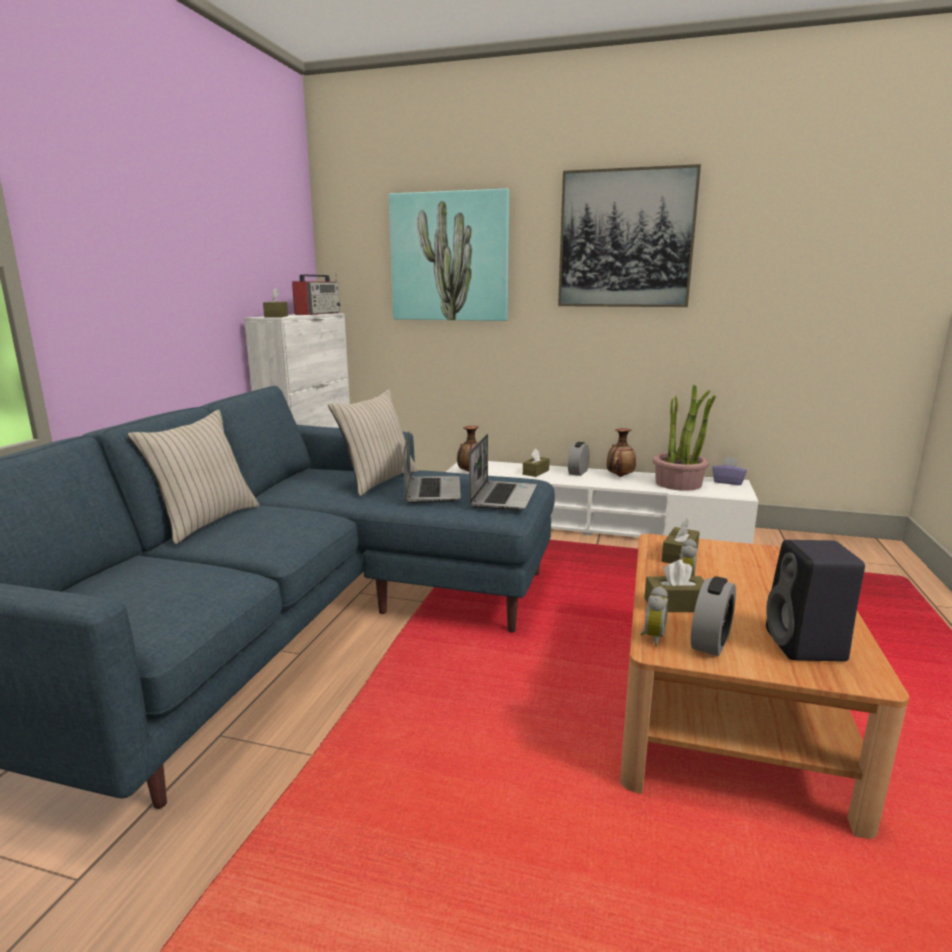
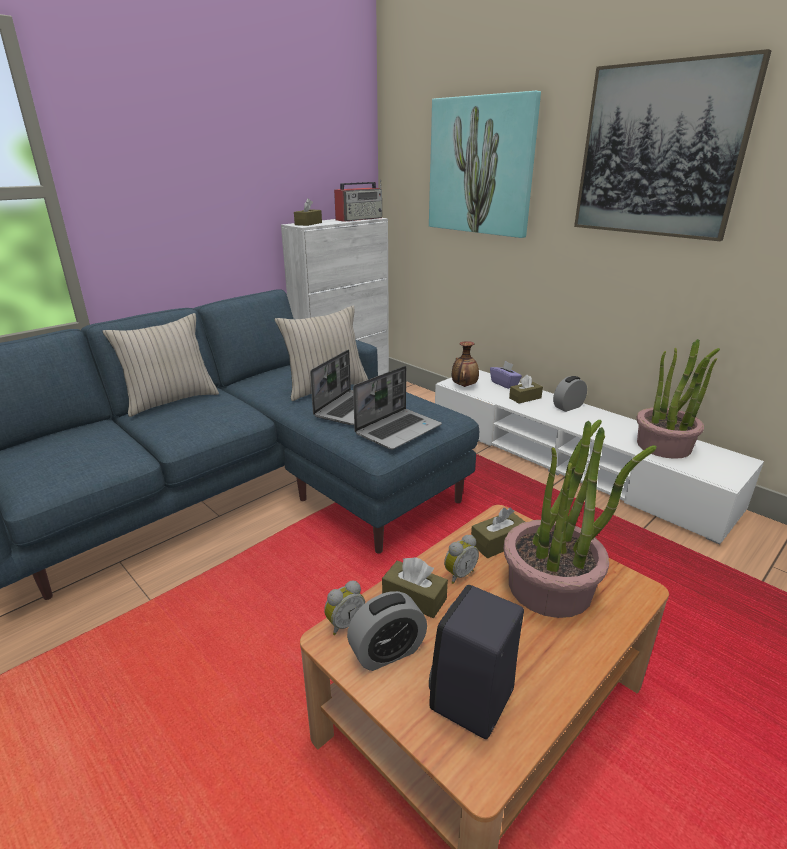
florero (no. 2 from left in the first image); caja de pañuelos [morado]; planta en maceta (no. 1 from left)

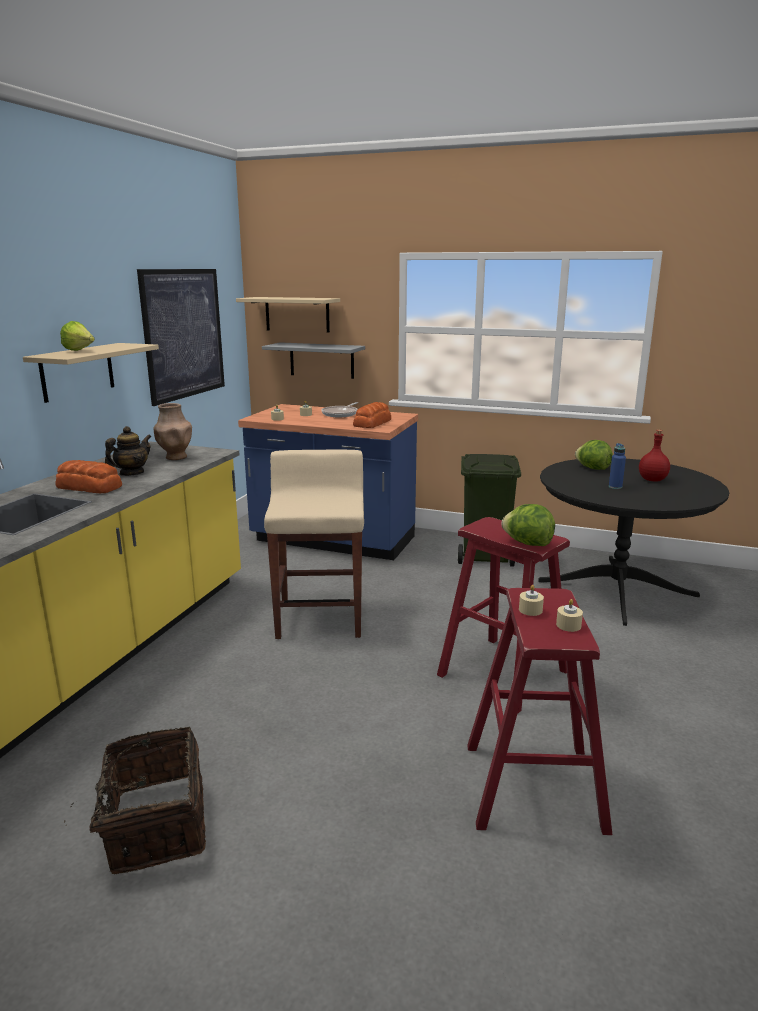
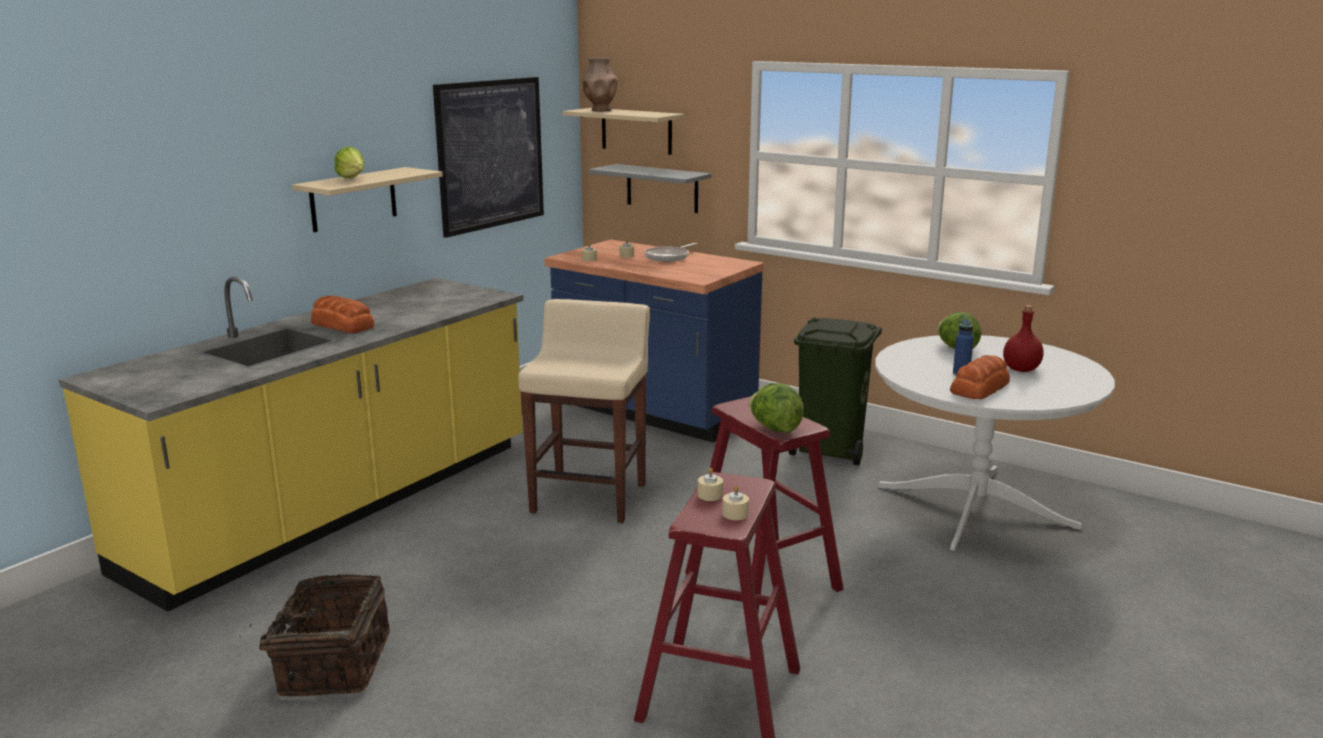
tetera; florero [marrón]; pan (no. 2 from left); mesa de comedor [blanco]

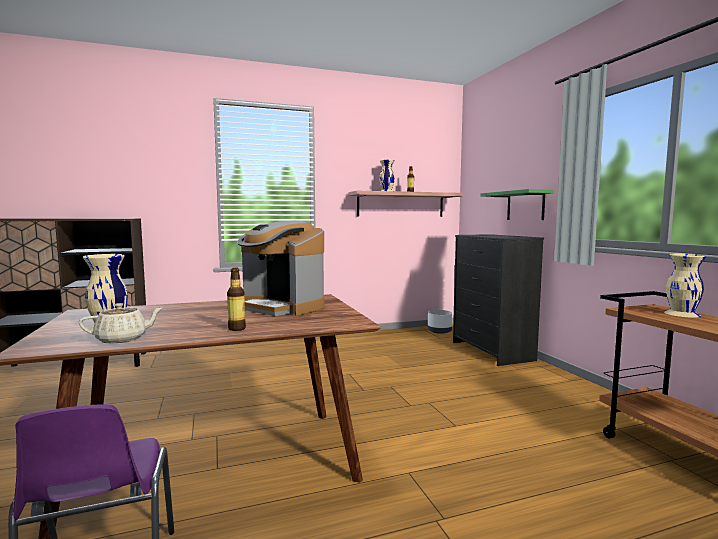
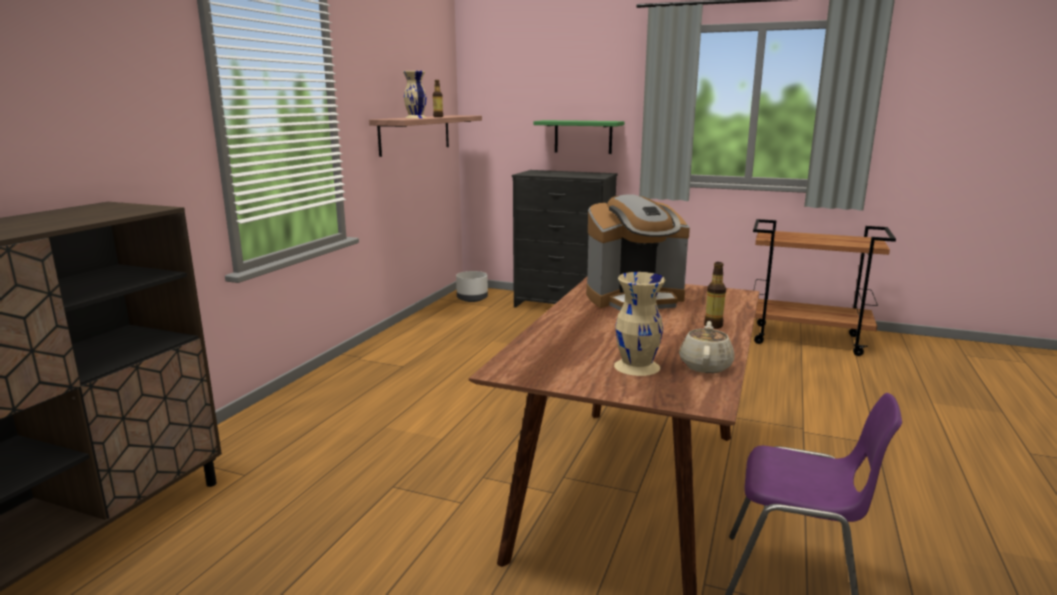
florero [beis] (no. 3 from left in the first image)

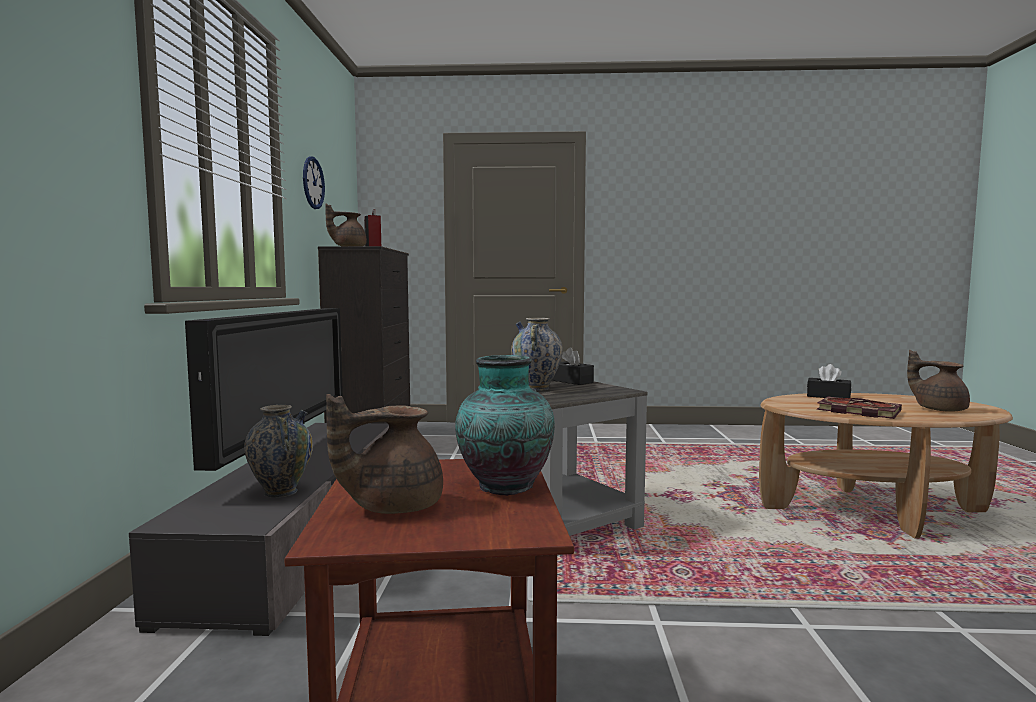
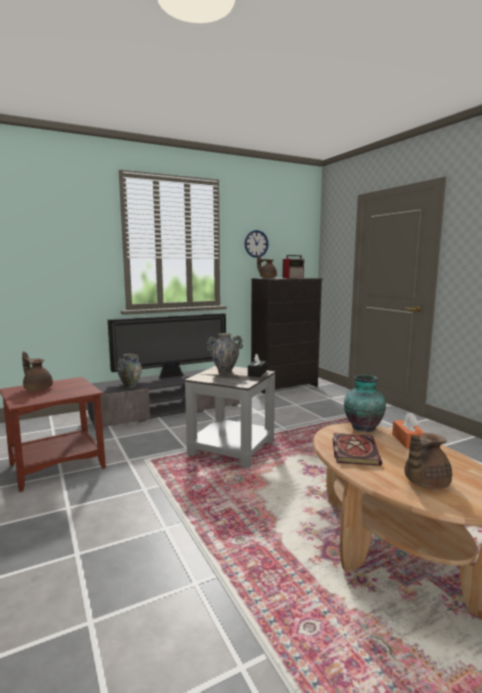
florero (no. 3 from left); caja de pañuelos [naranja]; tetera [marrón] (no. 3 from left)

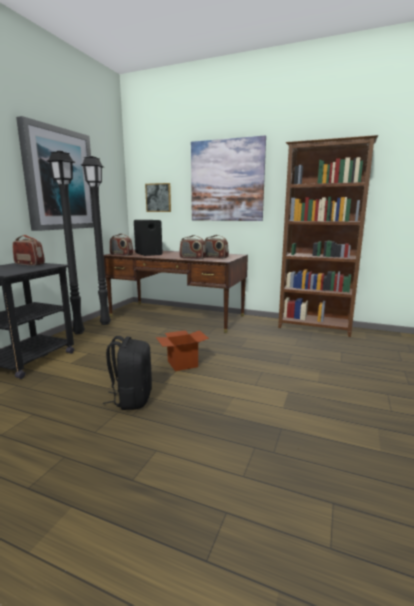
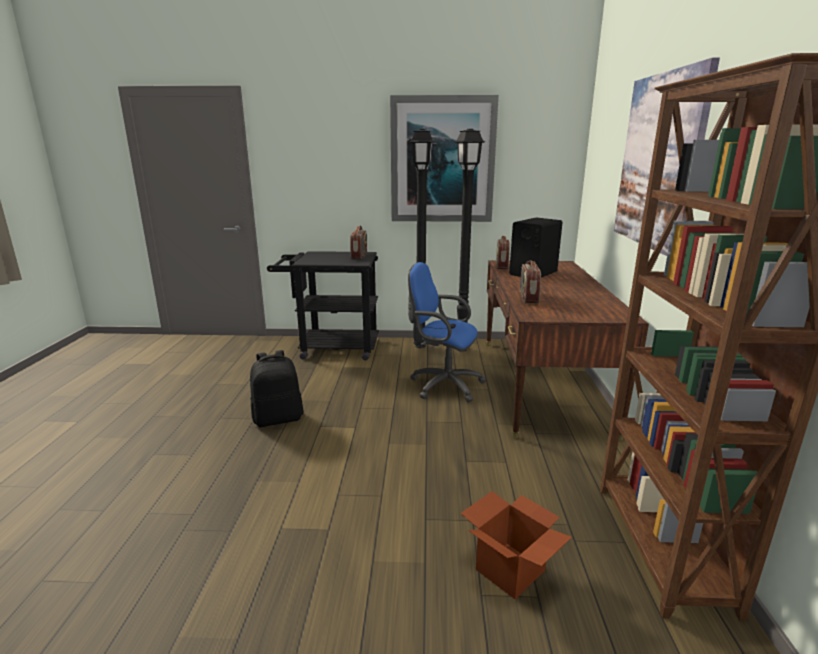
cuadro (no. 2 from left in the first image); caja de cartón; radio (no. 4 from left in the first image); silla de oficina [azul]

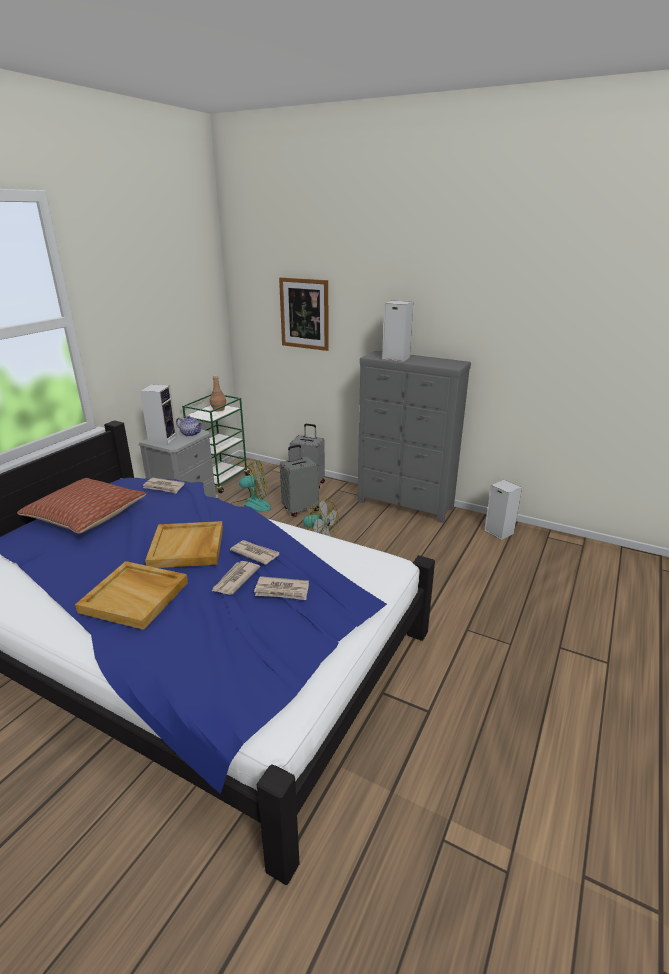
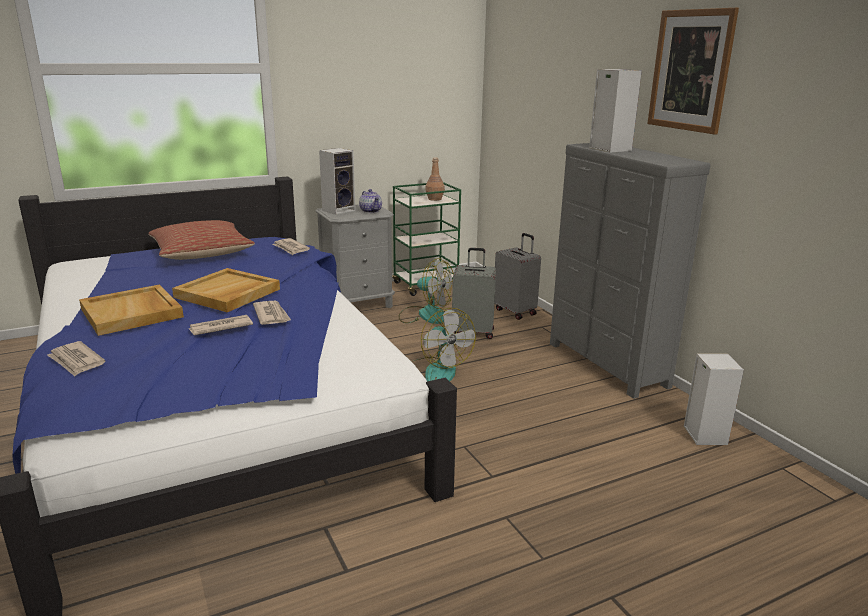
periódico (no. 1 from left); cuadro

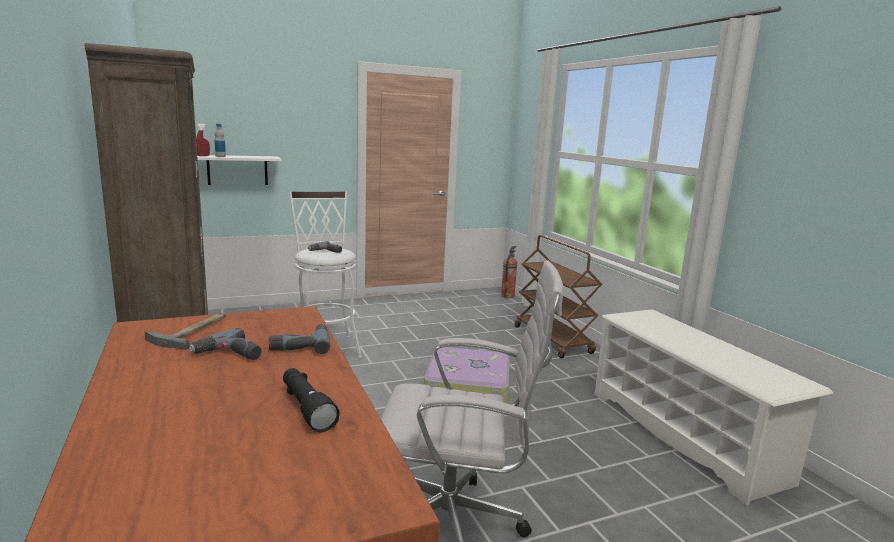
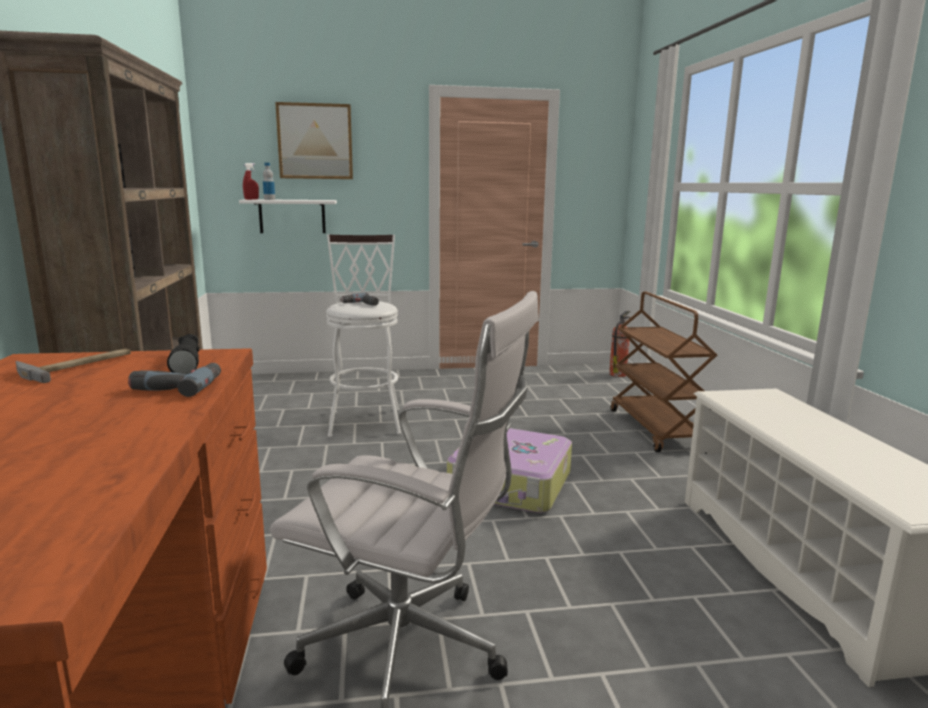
taladro (no. 1 from left in the first image); linterna [negro]; cuadro

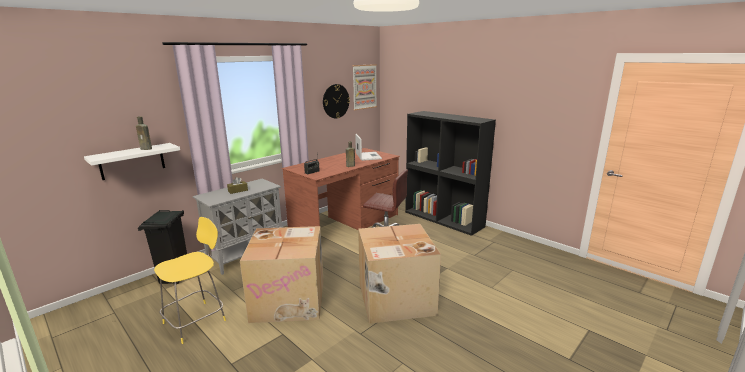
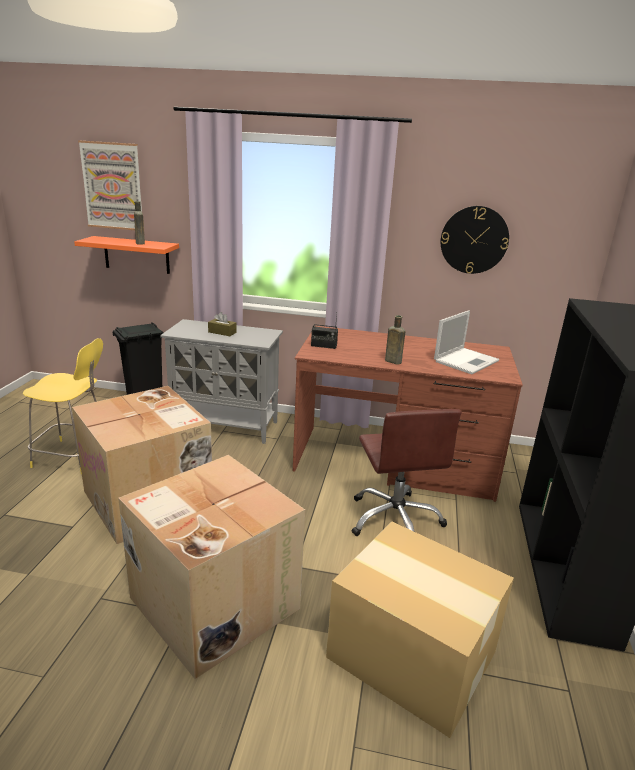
estante [naranja]; cuadro; caja de cartón (no. 3 from left)

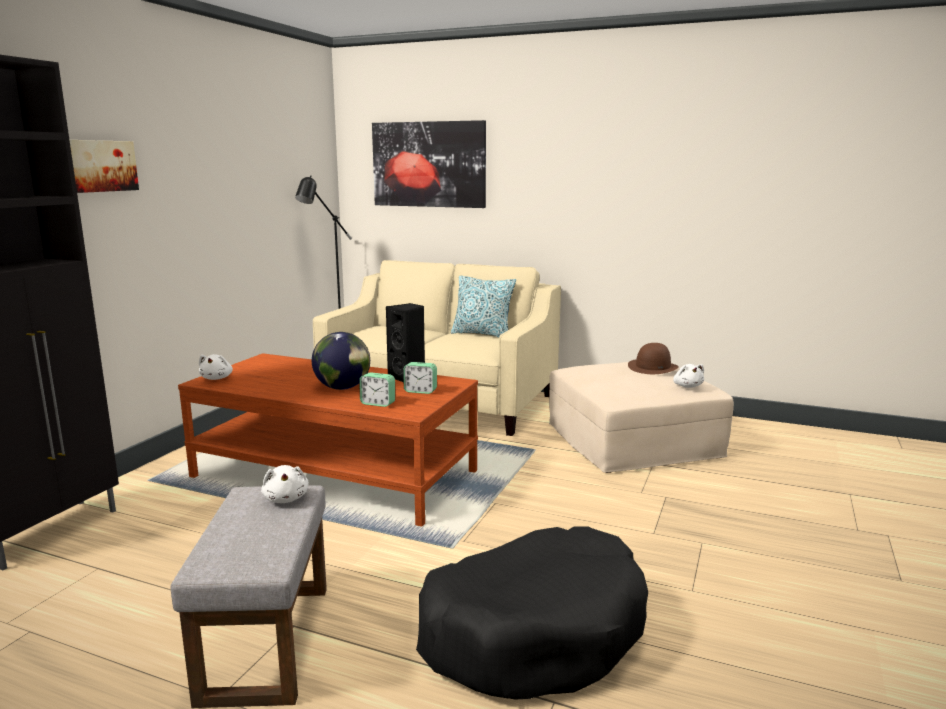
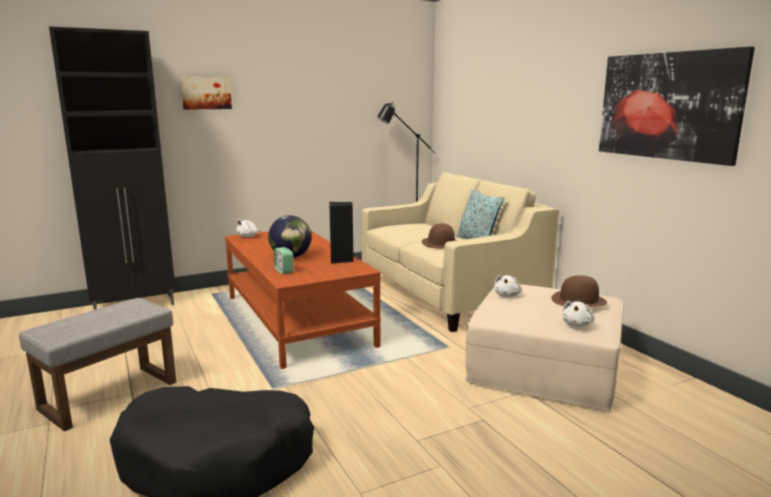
peluche [blanco] (no. 2 from left); cuadro (no. 2 from left); despertador (no. 2 from left in the first image); sombrero [marrón] (no. 1 from left)

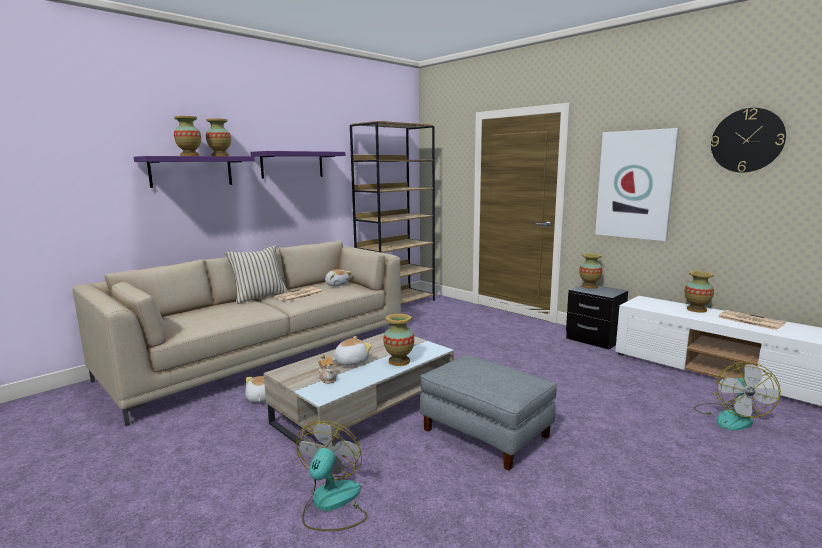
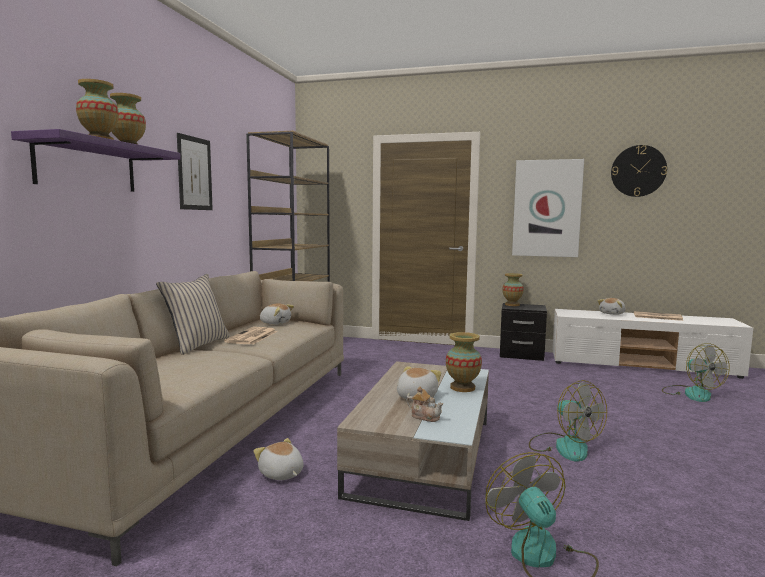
cuadro (no. 1 from left); ventilador (no. 2 from left); peluche (no. 4 from left)

